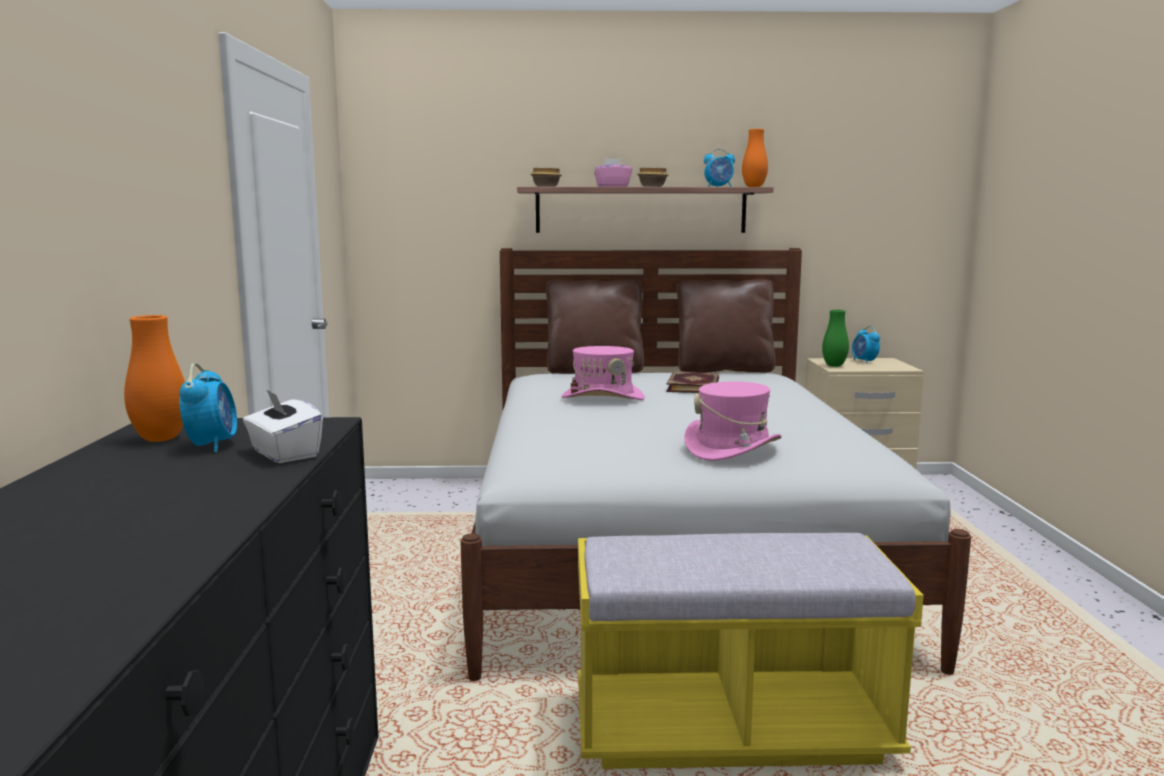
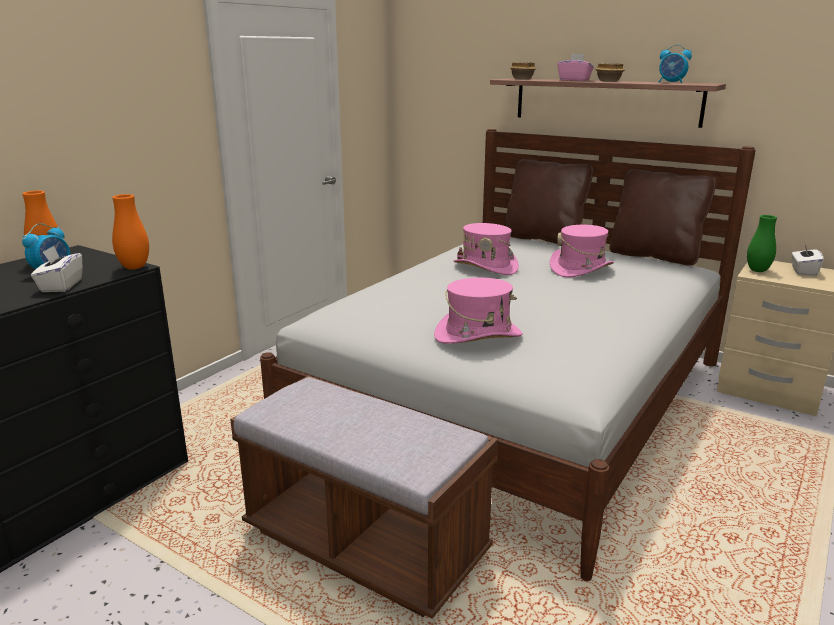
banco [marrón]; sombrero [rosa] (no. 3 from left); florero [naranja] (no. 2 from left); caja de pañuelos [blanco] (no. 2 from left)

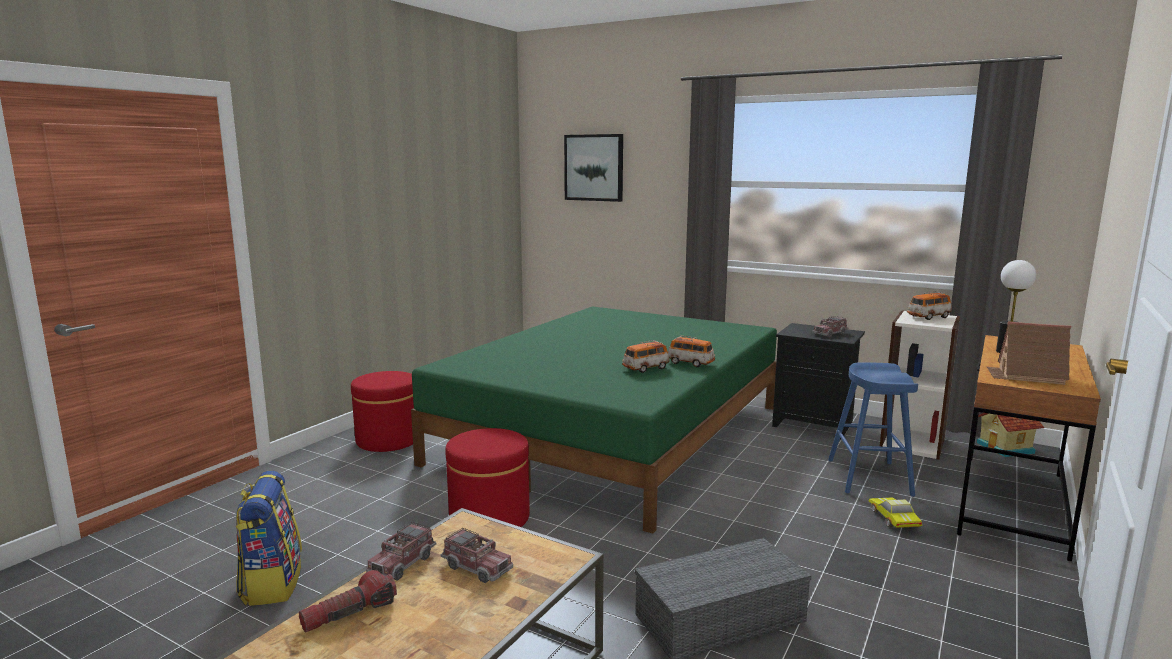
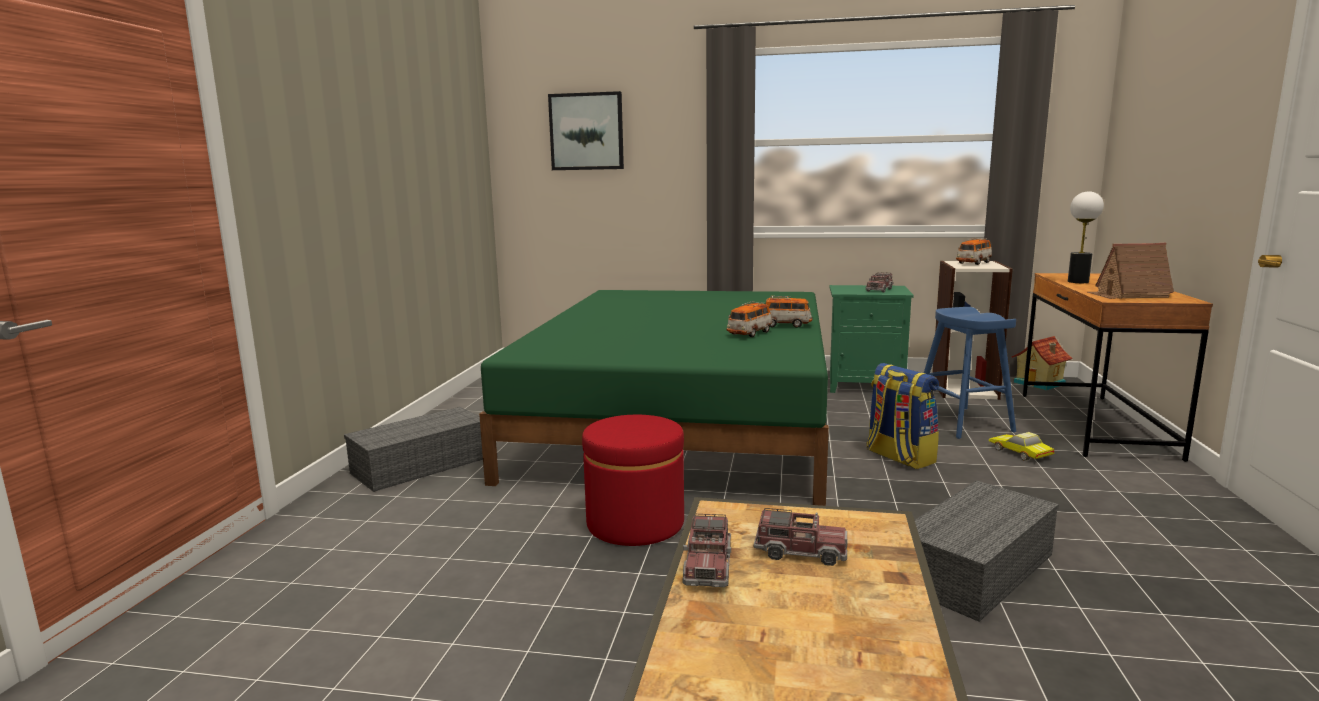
mochila; linterna; caja de almacenaje [gris] (no. 1 from left); mesita de noche [verde]

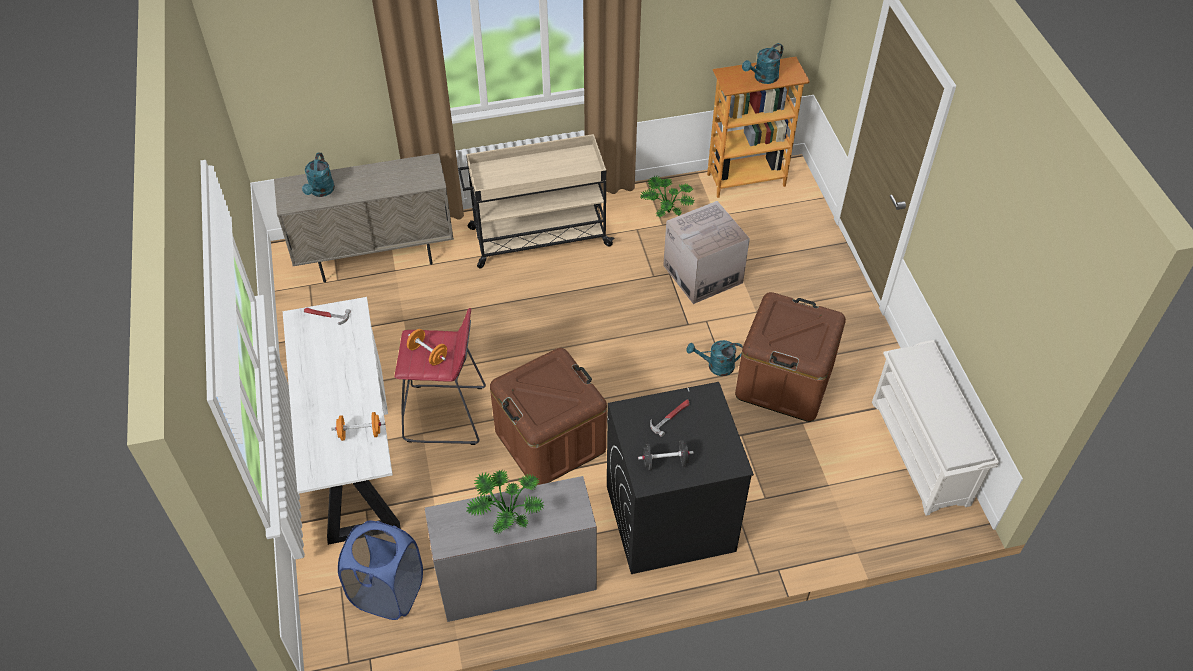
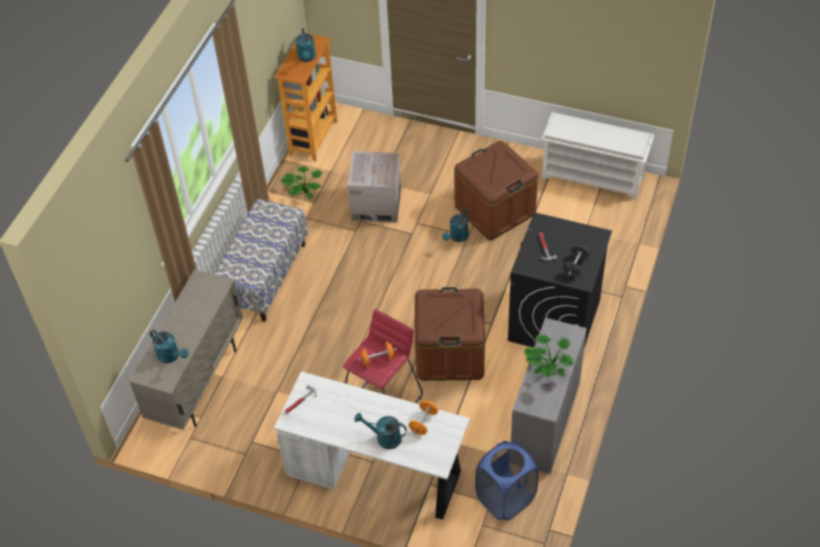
banco; regadera [turquesa] (no. 3 from left)

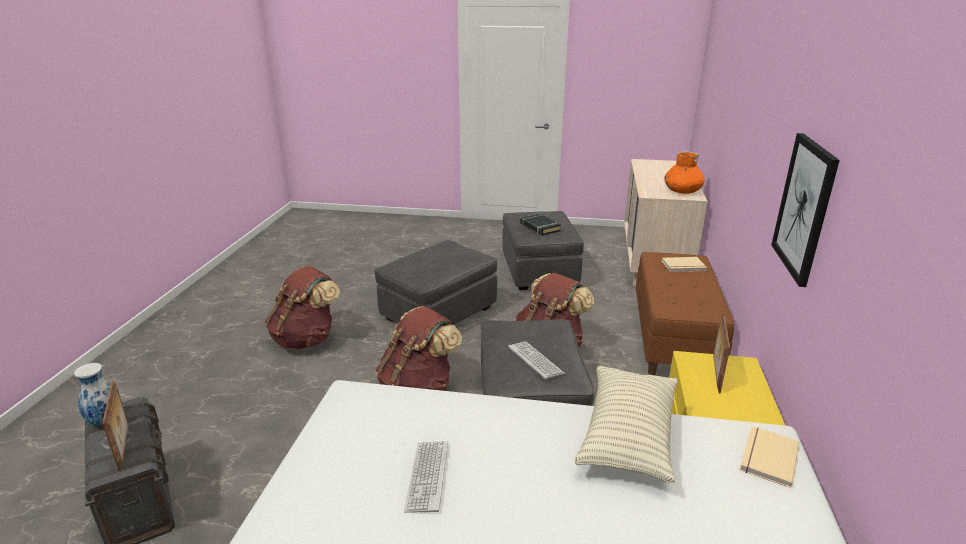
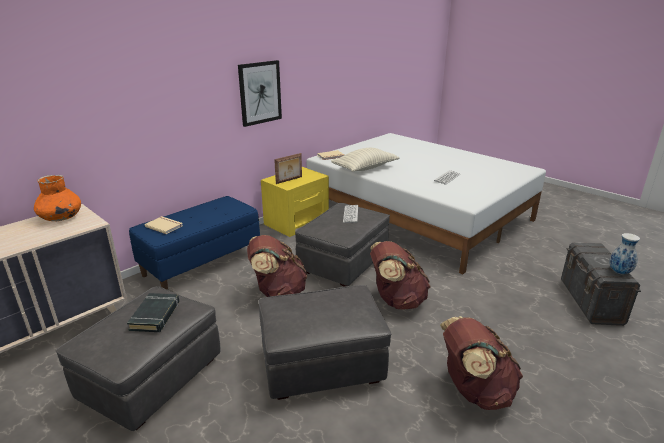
portarretratos (no. 1 from left in the first image); banco [azul]

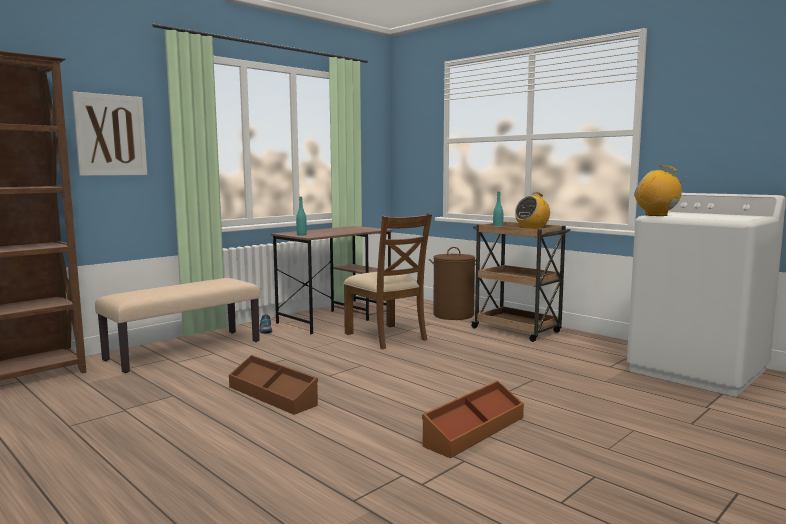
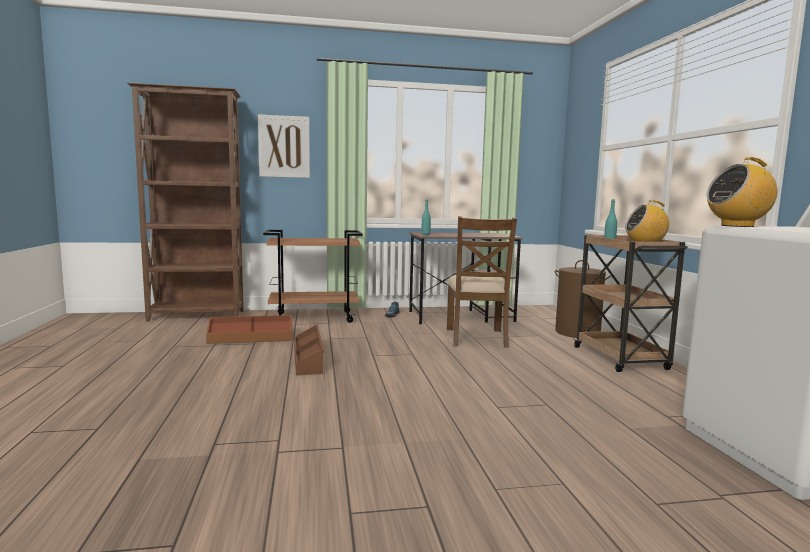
carrito [marrón] (no. 1 from left); caja de almacenaje [marrón] (no. 1 from left); radio (no. 2 from left)

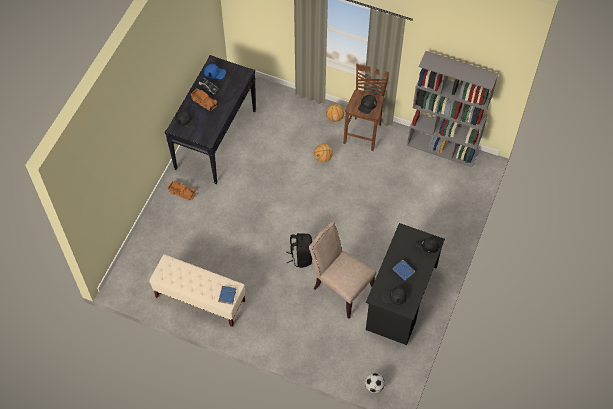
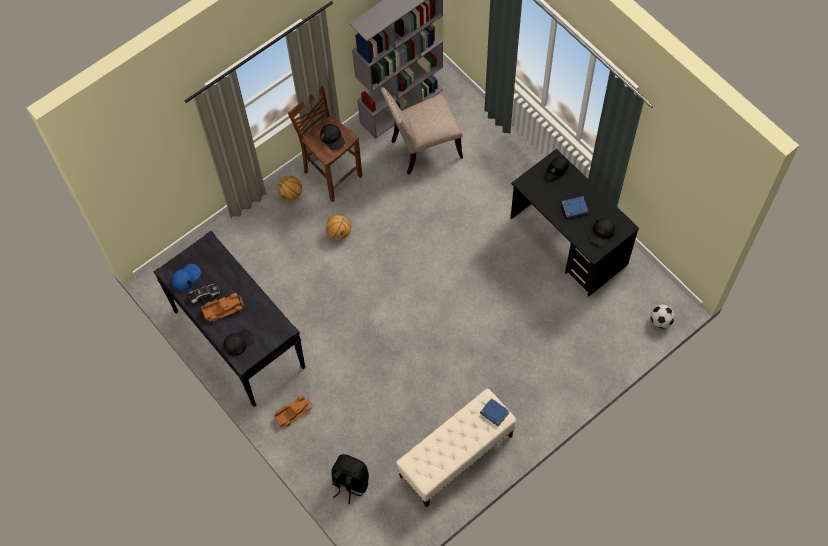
mochila [negro]; silla [beis]

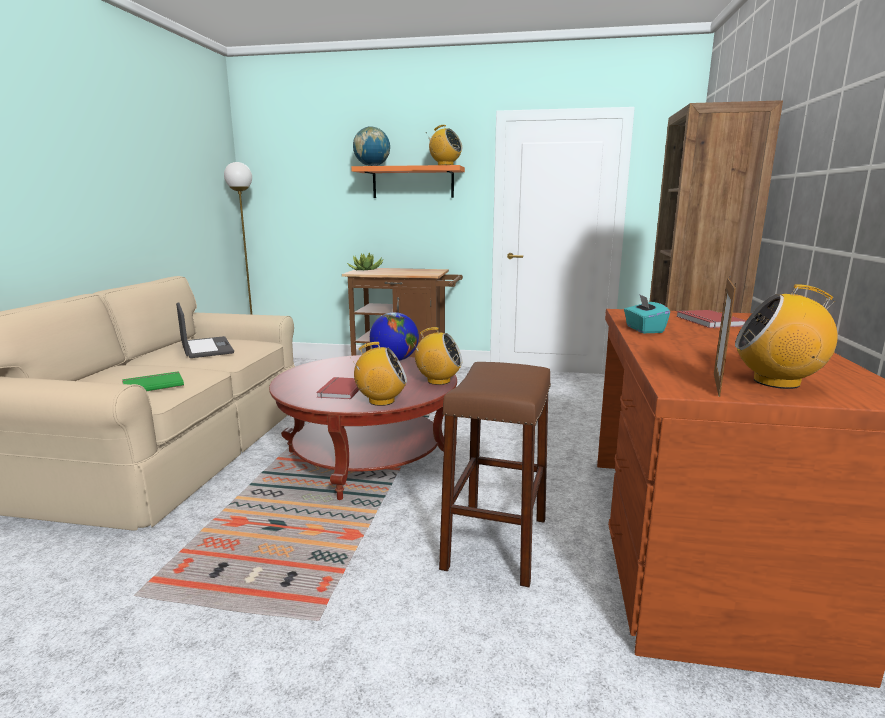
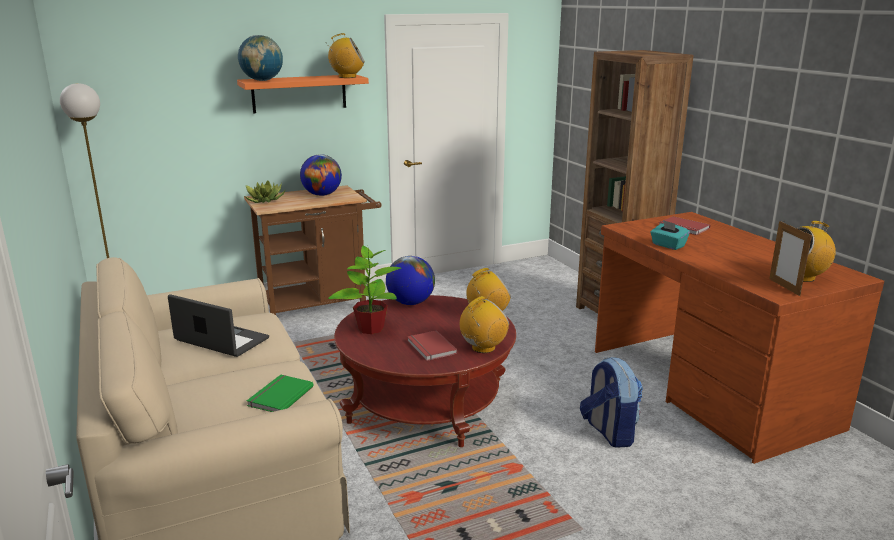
mochila; globo terráqueo (no. 2 from left); planta en maceta (no. 2 from left)

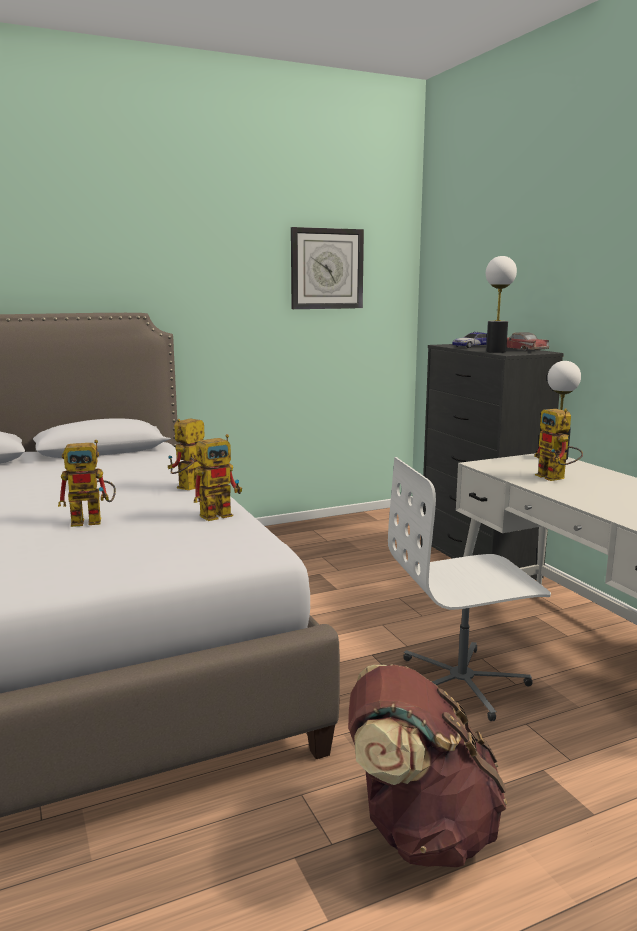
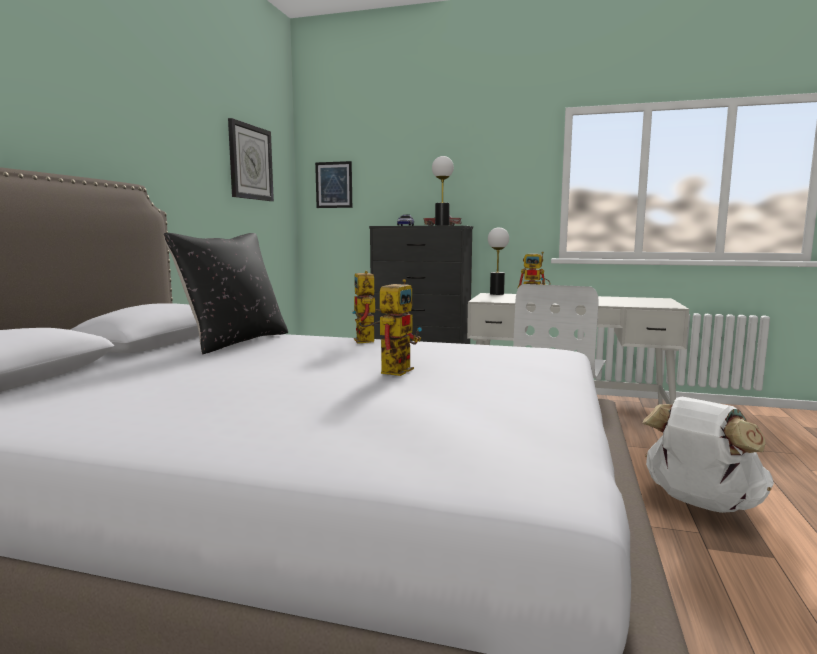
robot de juguete (no. 3 from left in the first image); mochila [blanco]; cojín [negro]; cuadro

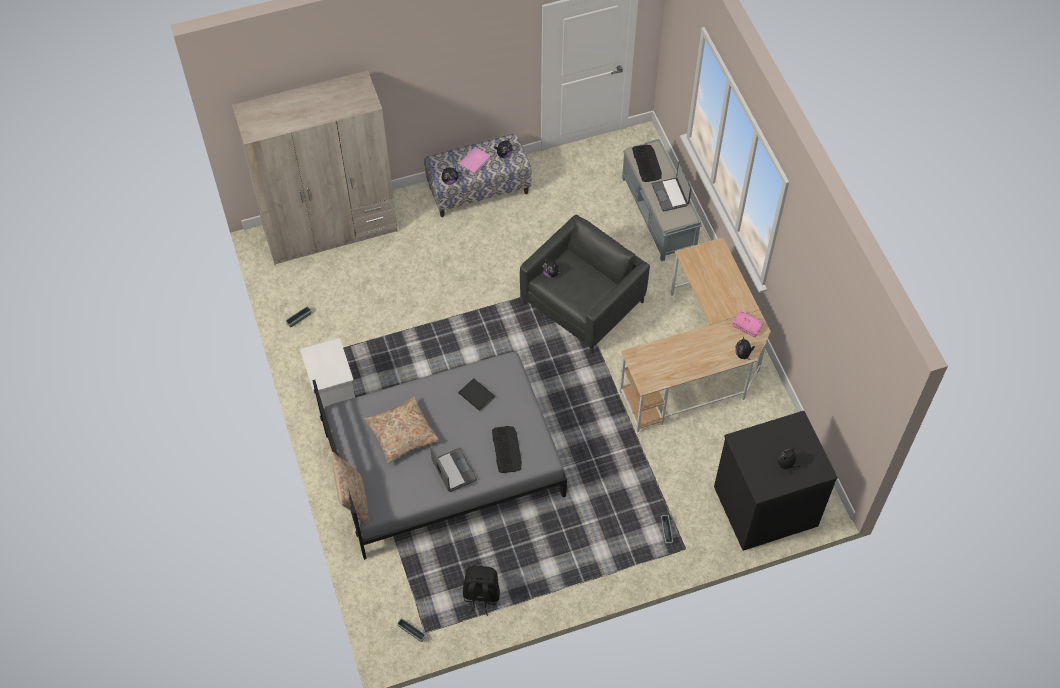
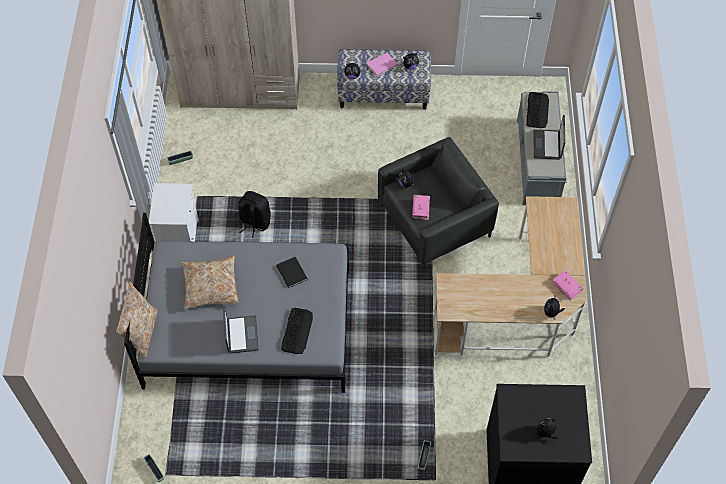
mochila [negro]; libro [rosa] (no. 2 from left)

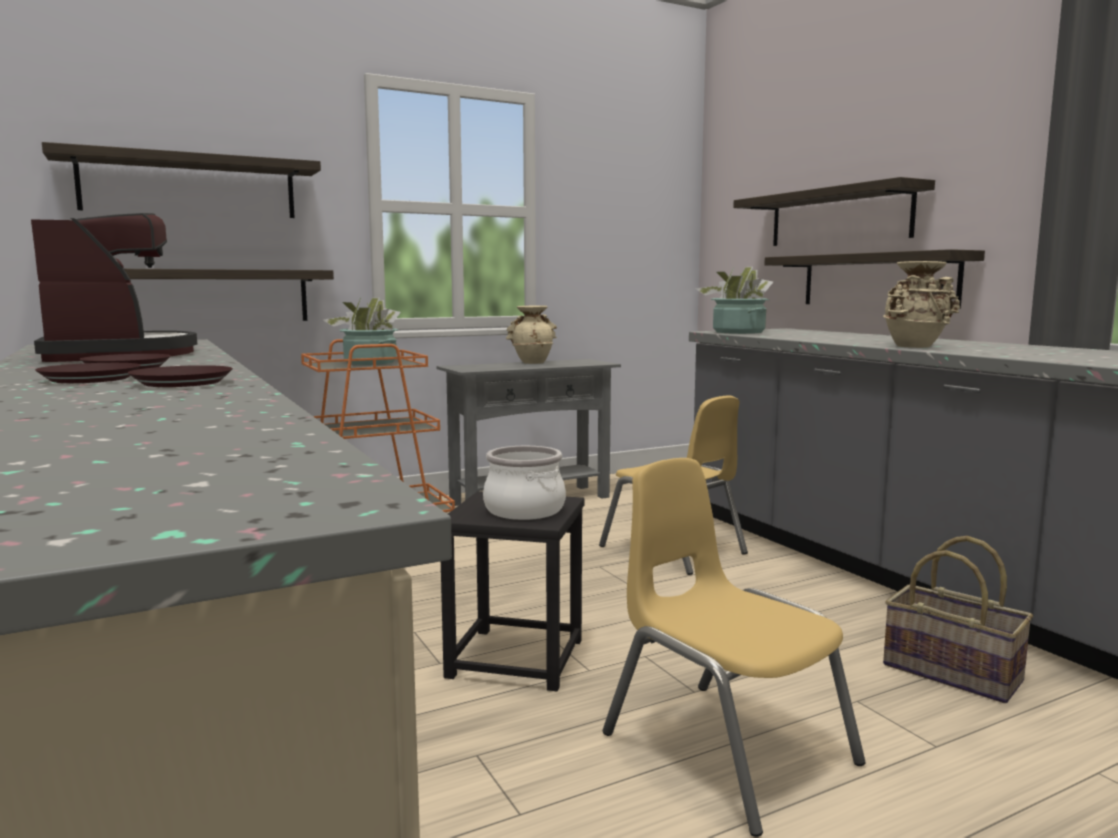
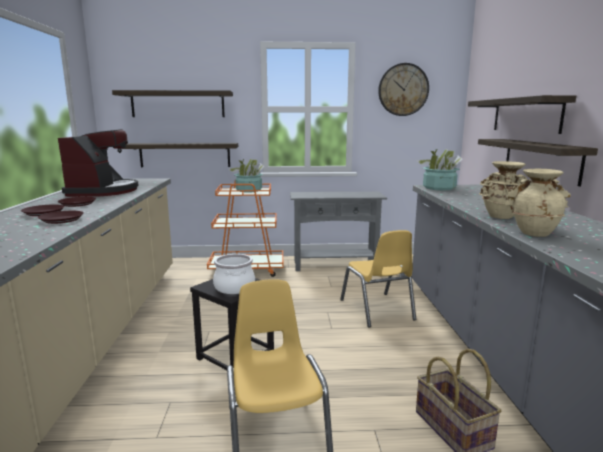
florero [beis] (no. 2 from left); reloj de pared

